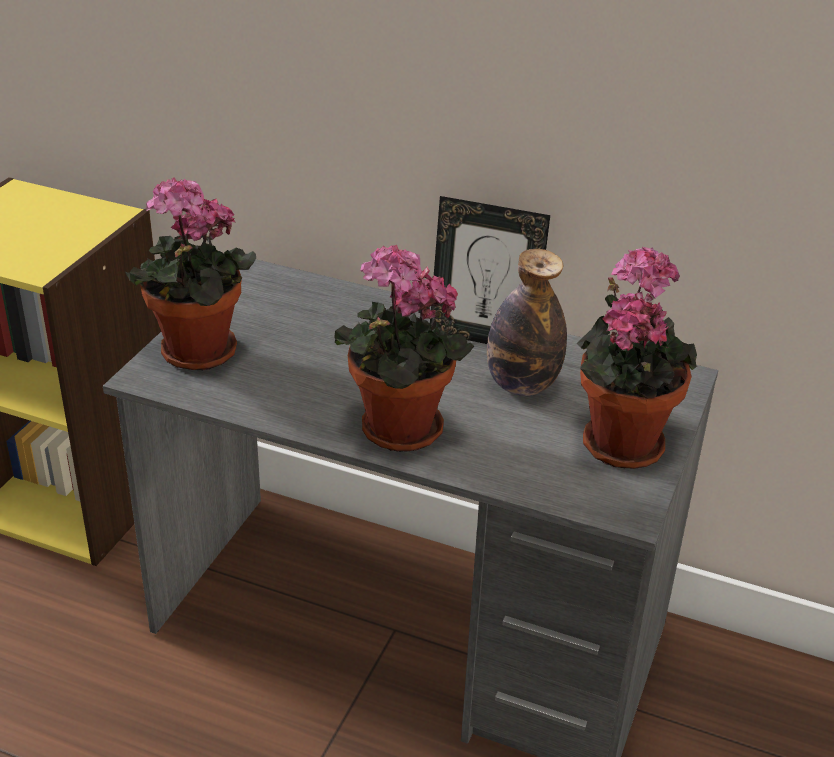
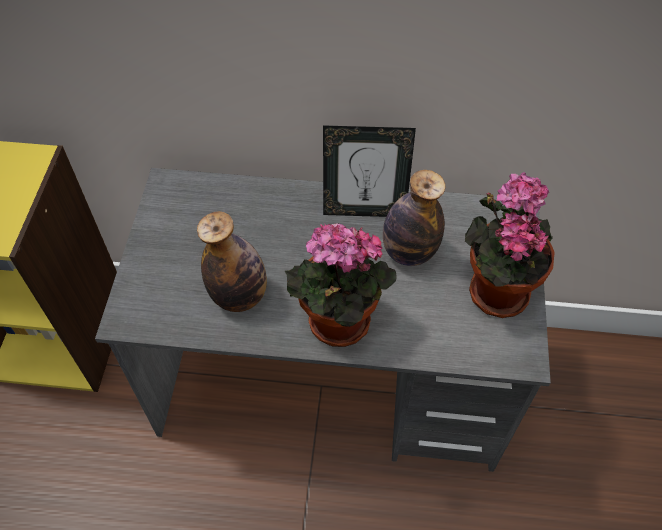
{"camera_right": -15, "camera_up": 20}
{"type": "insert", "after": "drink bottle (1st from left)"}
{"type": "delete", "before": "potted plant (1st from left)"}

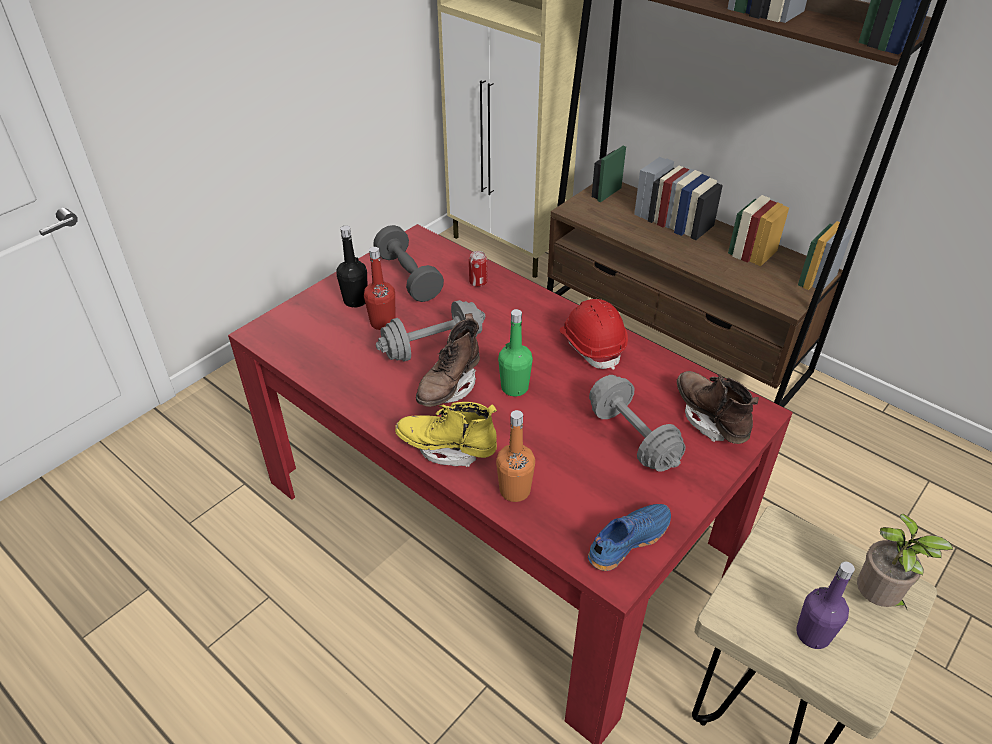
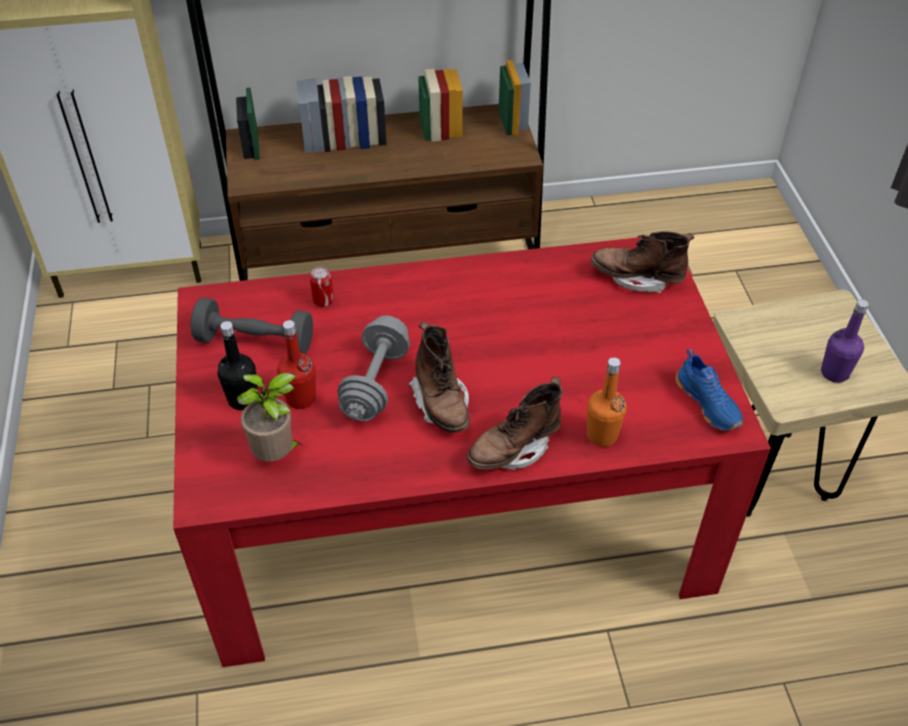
{"camera_right": -50, "camera_up": 5}
{"type": "move", "before": "potted plant"}
{"type": "recolor", "before": "boot/yellowish", "after": "boot/brownish (2nd from left)"}
{"type": "rotate", "before": "item of footwear/bluish", "turn": 150}
{"type": "delete", "before": "drink bottle/greenish"}
{"type": "delete", "before": "hard hat/red-coloured"}
{"type": "delete", "before": "dumbbell/grey (3rd from left)"}

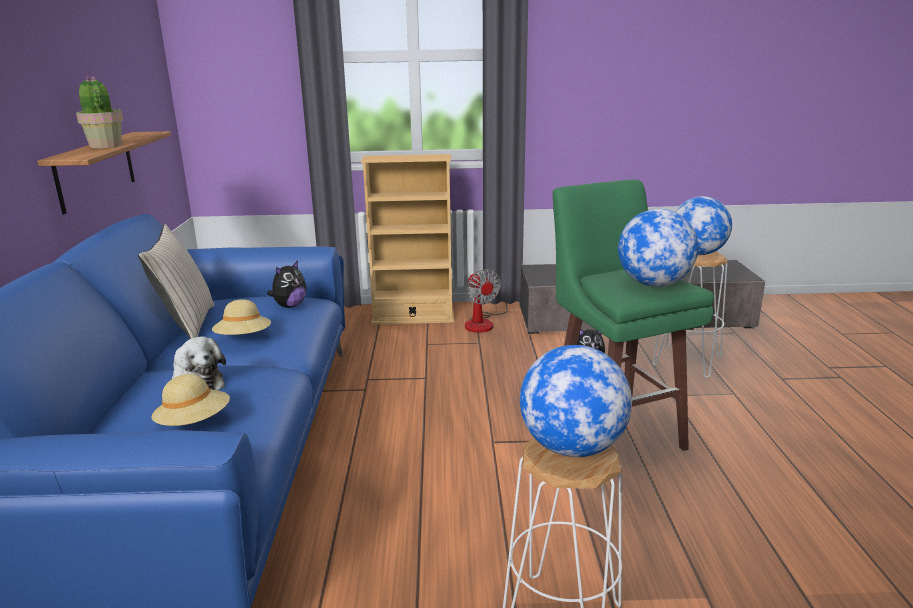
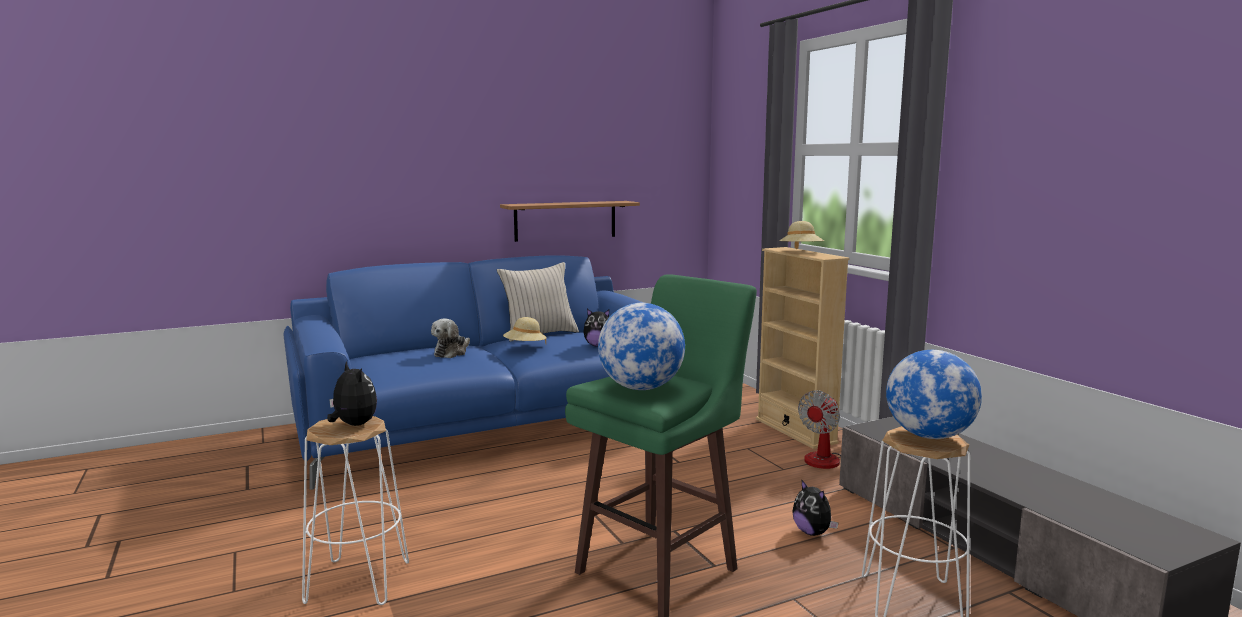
{"camera_right": 65, "camera_up": -10}
{"type": "replace", "before": "world globe (1st from left)", "after": "soft toy (1st from left)"}
{"type": "move", "before": "wearable hat/sand-coloured (1st from left in the first image)", "after": "wearable hat/sand-coloured (2nd from left)"}
{"type": "delete", "before": "potted plant"}

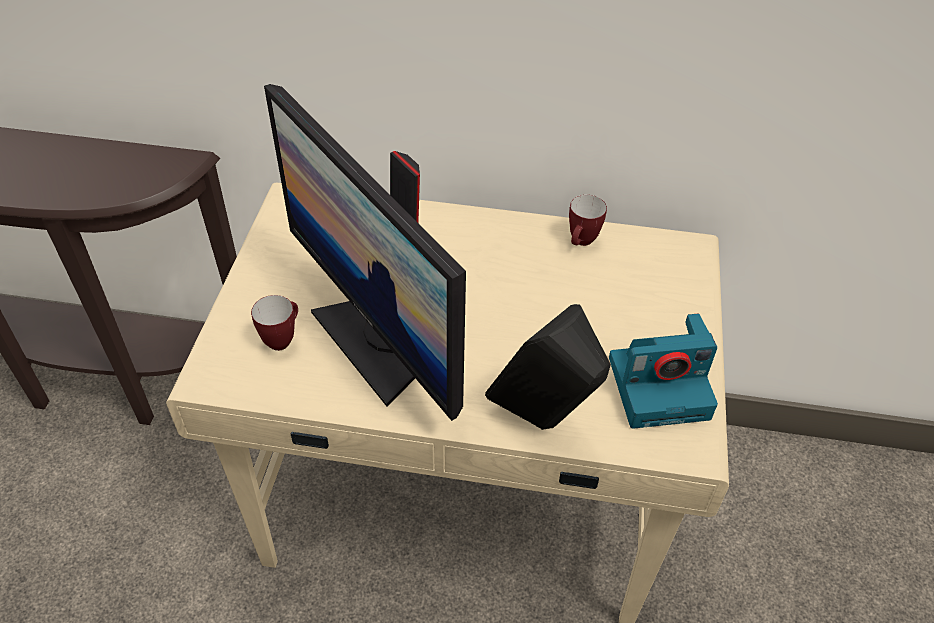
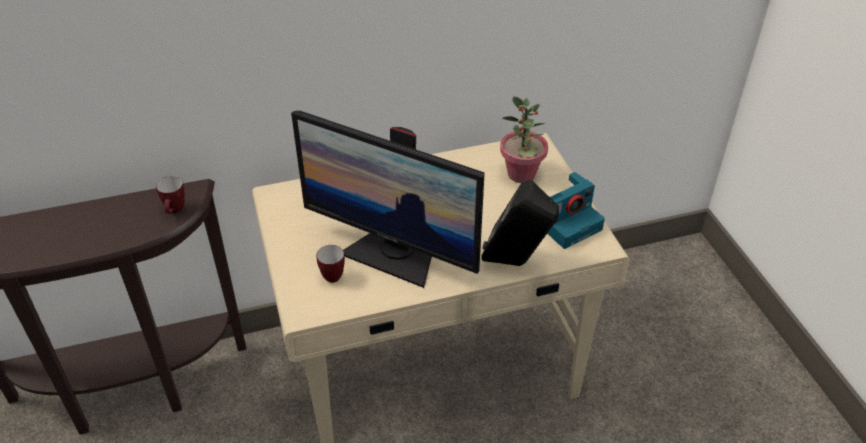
{"camera_right": -25, "camera_up": -5}
{"type": "move", "before": "mug (2nd from left in the first image)", "after": "mug (1st from left)"}
{"type": "insert", "after": "potted plant"}

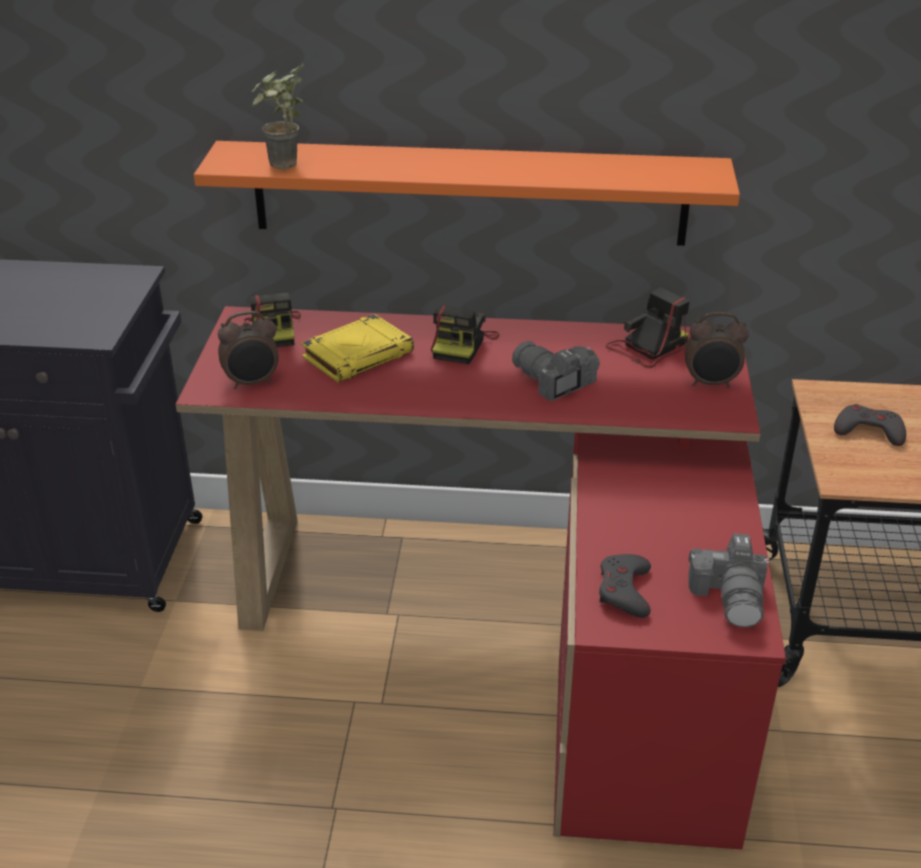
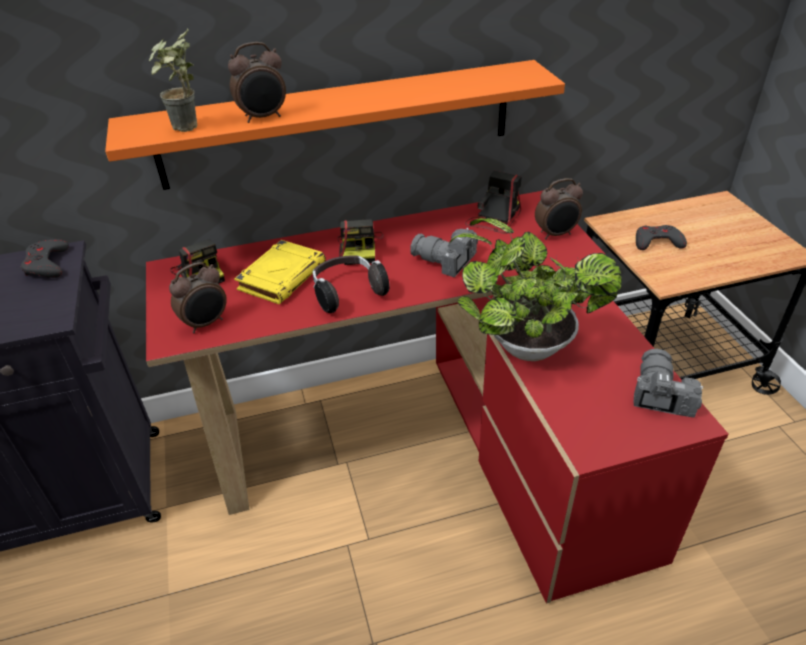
{"camera_right": -20, "camera_up": 5}
{"type": "move", "before": "gamepad/grey (1st from left)"}
{"type": "insert", "after": "bedside clock (2nd from left)"}
{"type": "insert", "after": "headset"}
{"type": "insert", "after": "potted plant (2nd from left)"}
{"type": "rotate", "before": "still camera (5th from left)", "turn": -150}

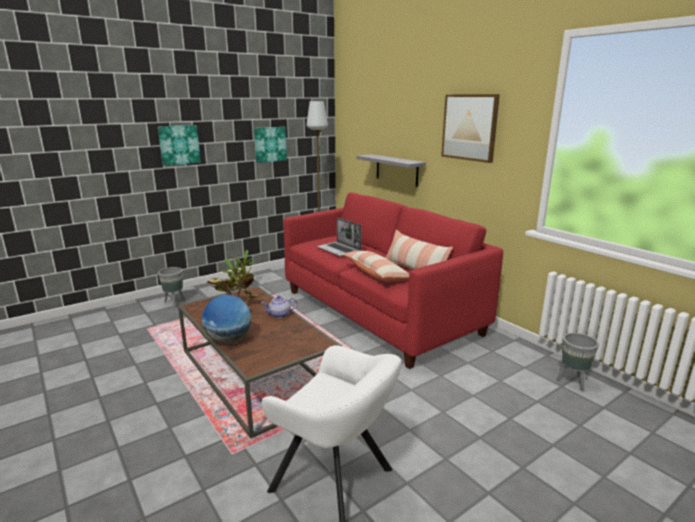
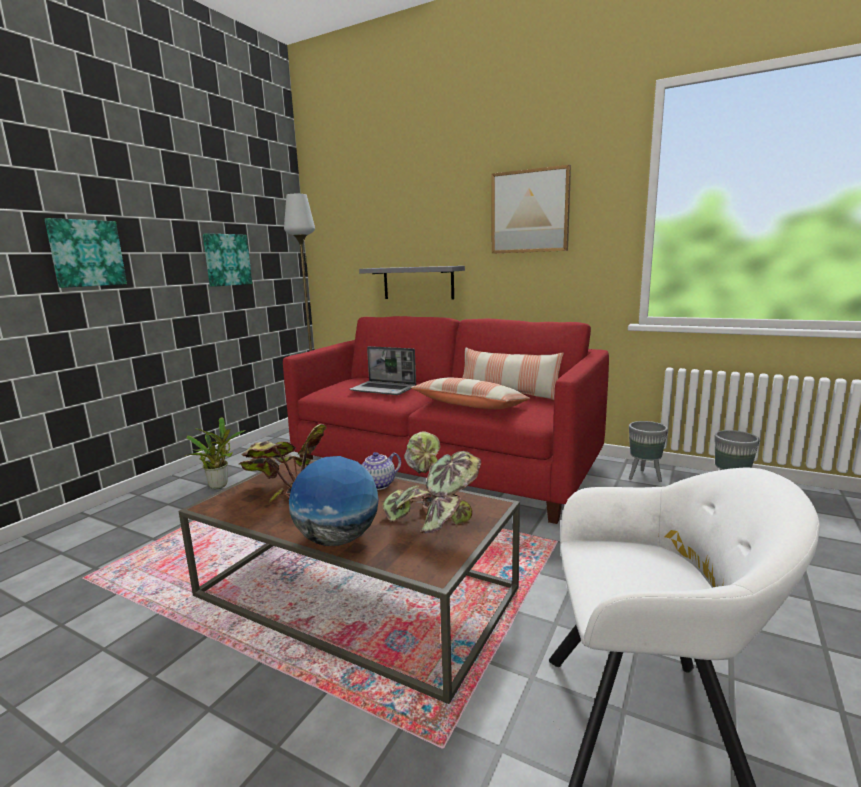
{"camera_right": -25, "camera_up": -5}
{"type": "insert", "after": "potted plant (3rd from left)"}
{"type": "move", "before": "plant pot/grey (1st from left)"}

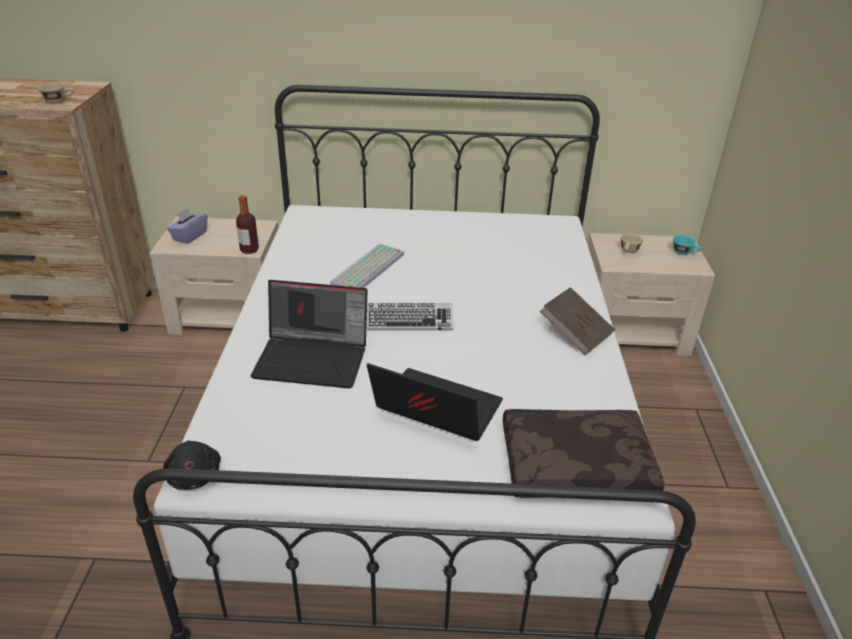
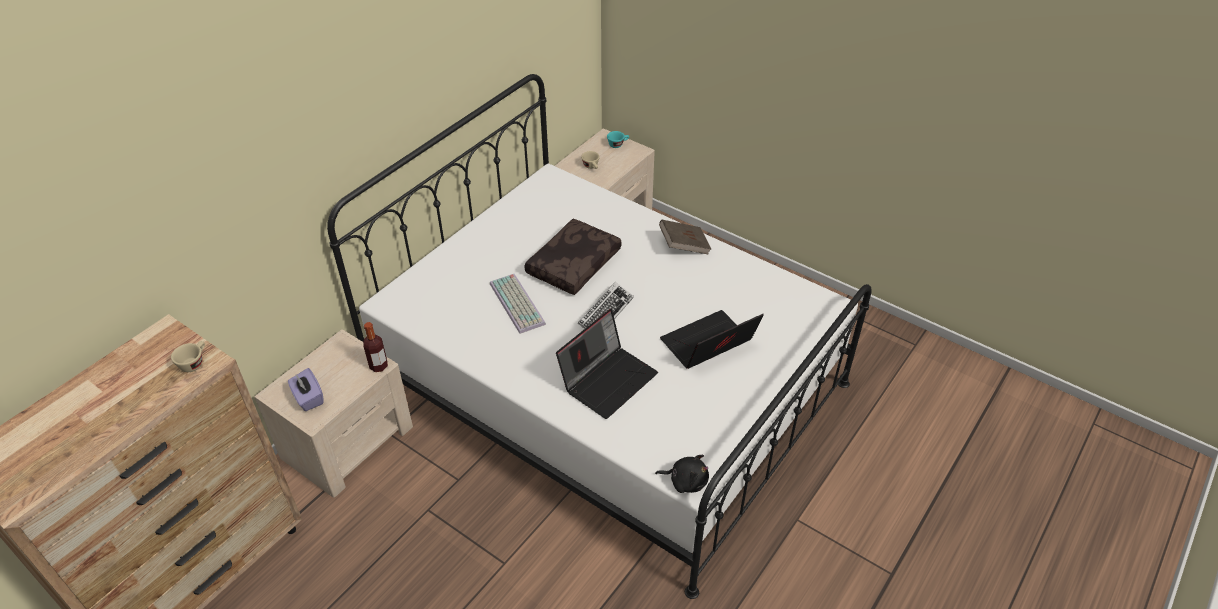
{"camera_right": -55, "camera_up": 10}
{"type": "move", "before": "pillow/brownish"}

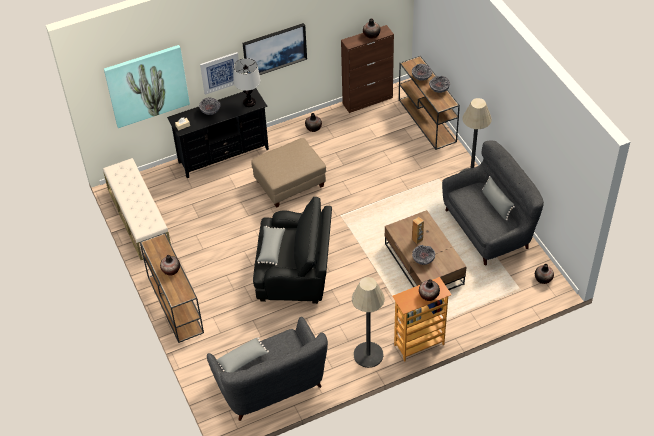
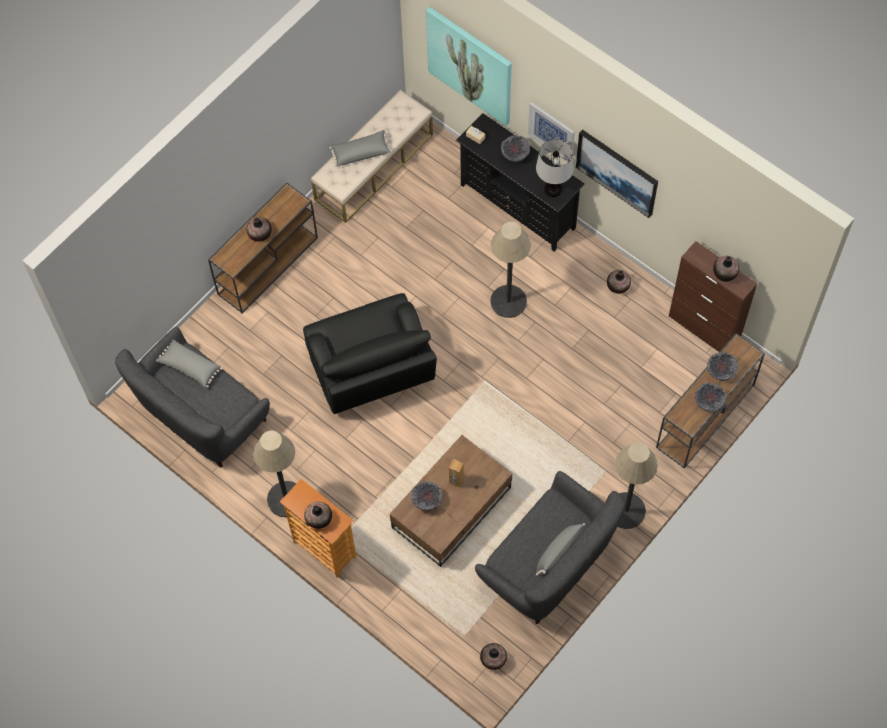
{"camera_right": 65, "camera_up": 15}
{"type": "move", "before": "pillow/grey (2nd from left)"}
{"type": "replace", "before": "pouffe/sand-coloured", "after": "floor lamp (2nd from left)"}

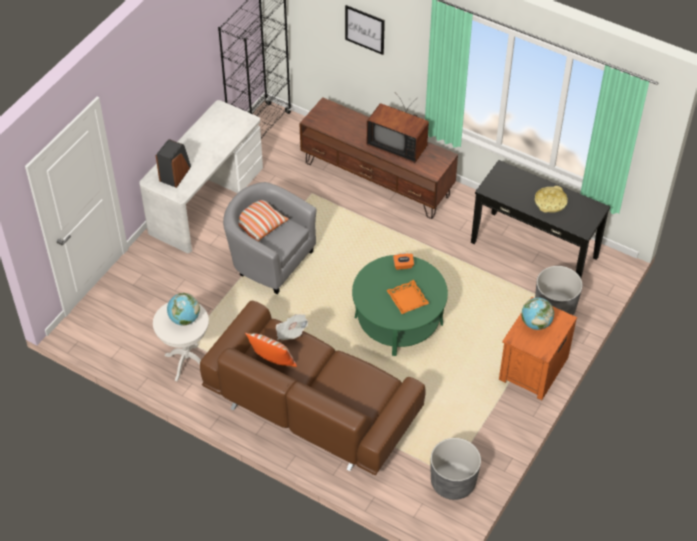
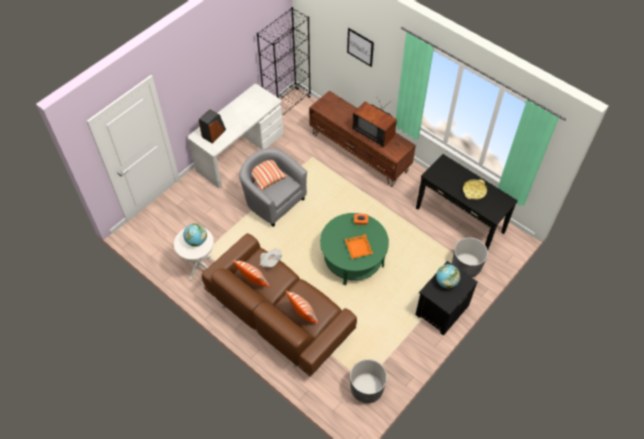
{"camera_right": 10, "camera_up": 5}
{"type": "insert", "after": "pillow (3rd from left)"}
{"type": "recolor", "before": "bedside table/orange", "after": "bedside table/black-coloured"}

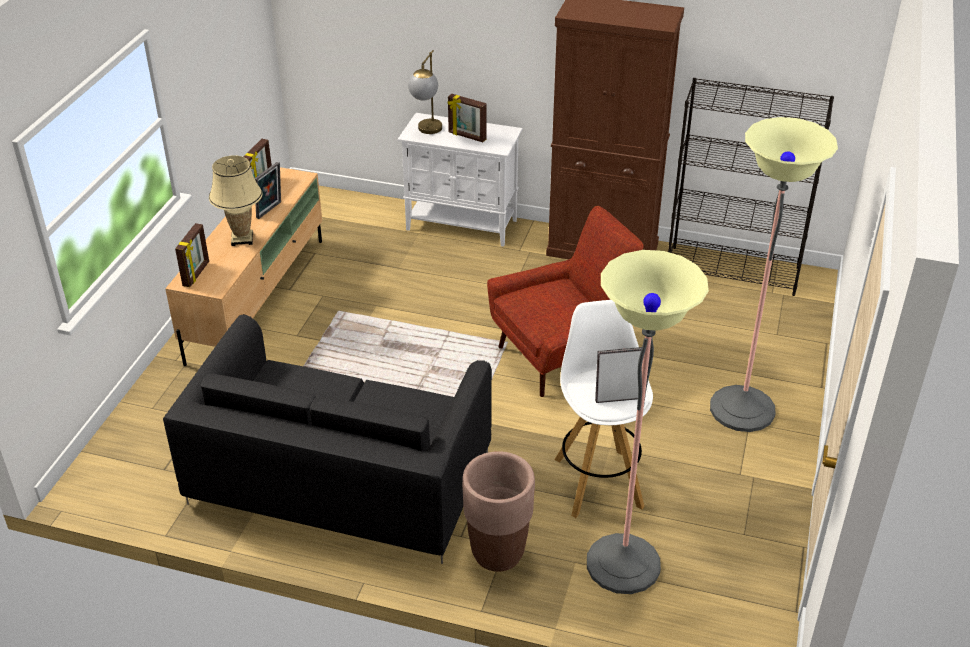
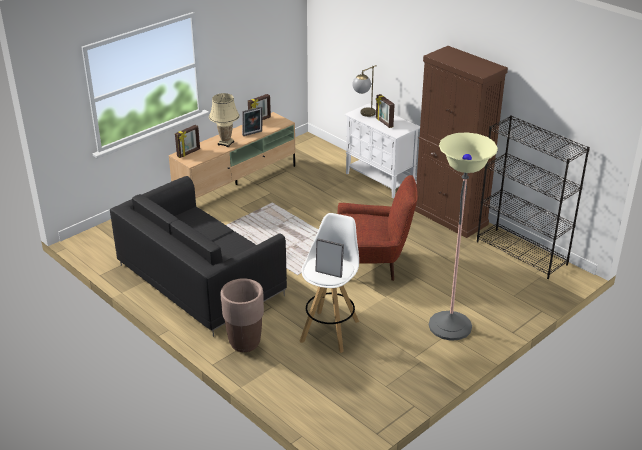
{"camera_right": 30, "camera_up": -5}
{"type": "delete", "before": "floor lamp (1st from left)"}

